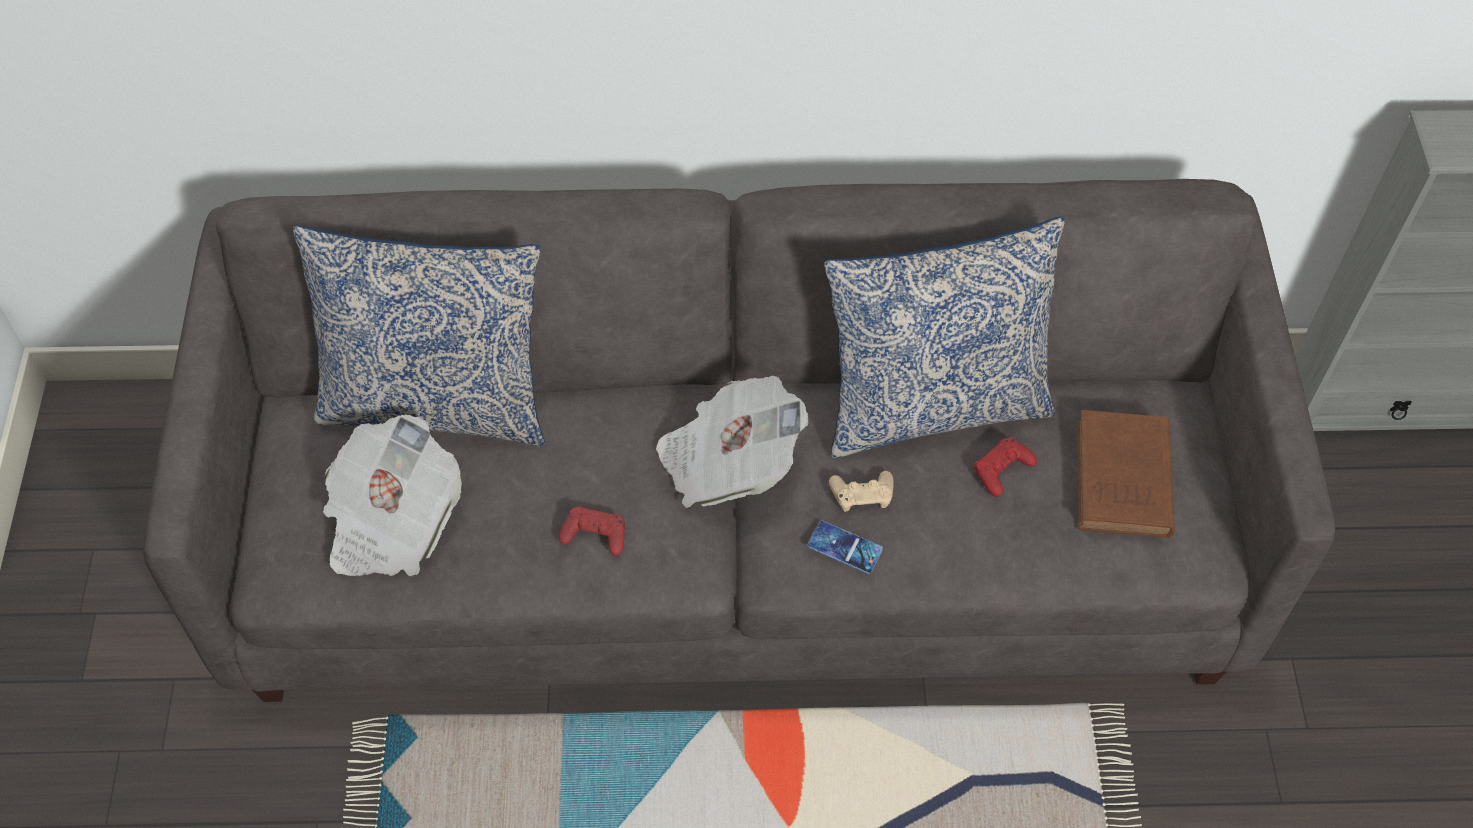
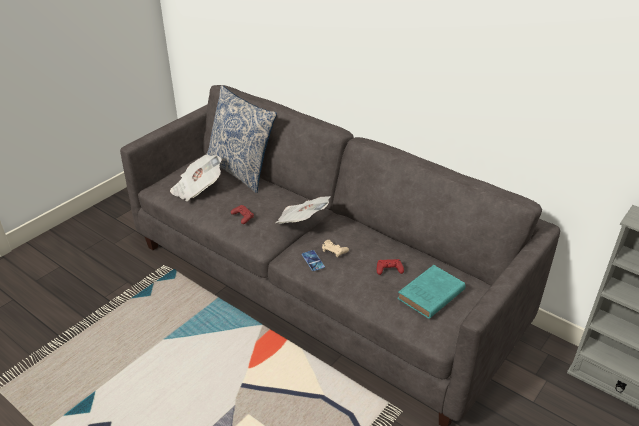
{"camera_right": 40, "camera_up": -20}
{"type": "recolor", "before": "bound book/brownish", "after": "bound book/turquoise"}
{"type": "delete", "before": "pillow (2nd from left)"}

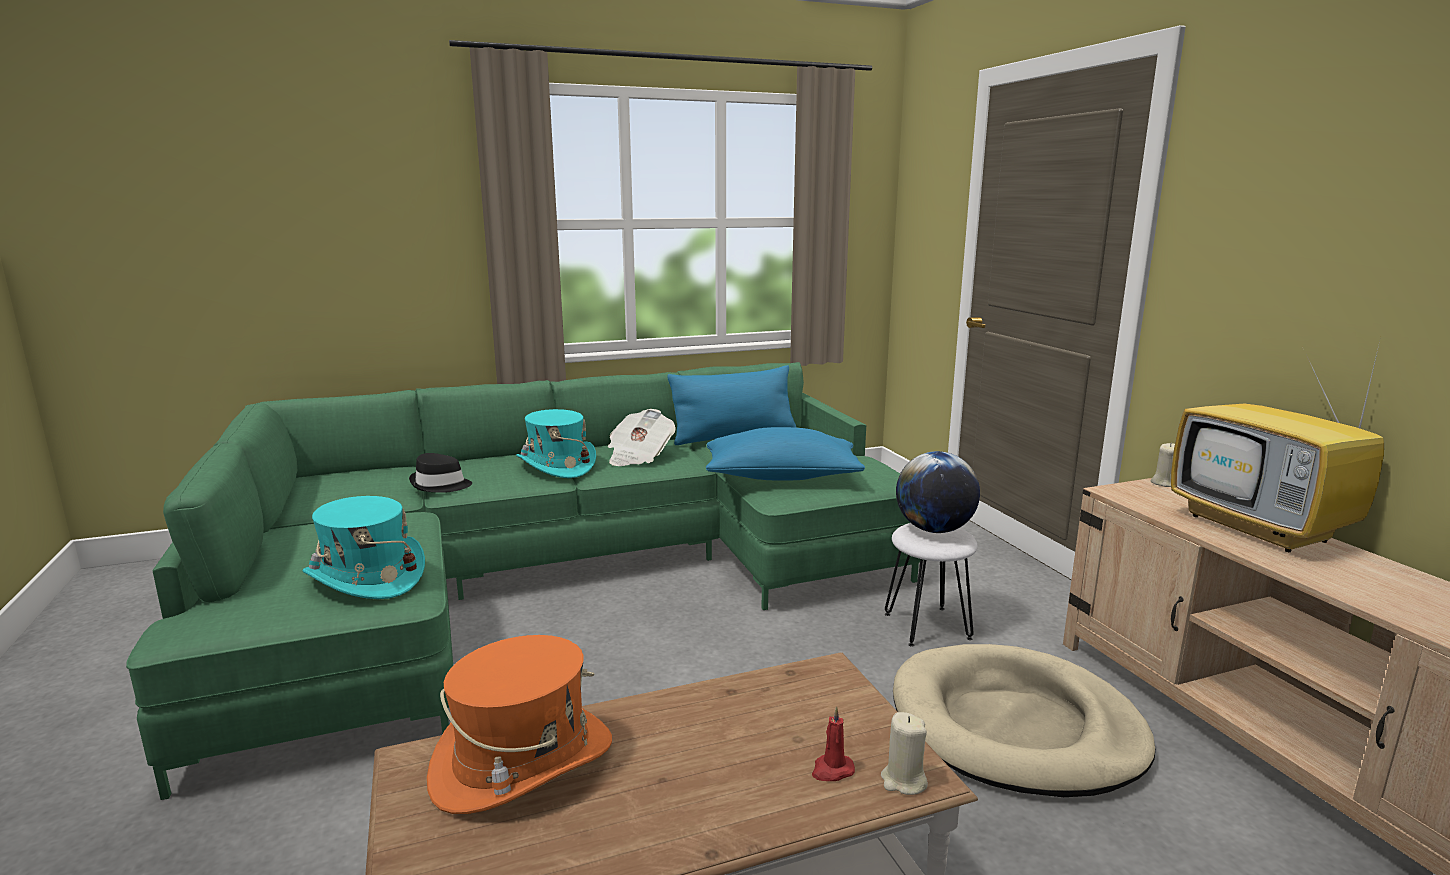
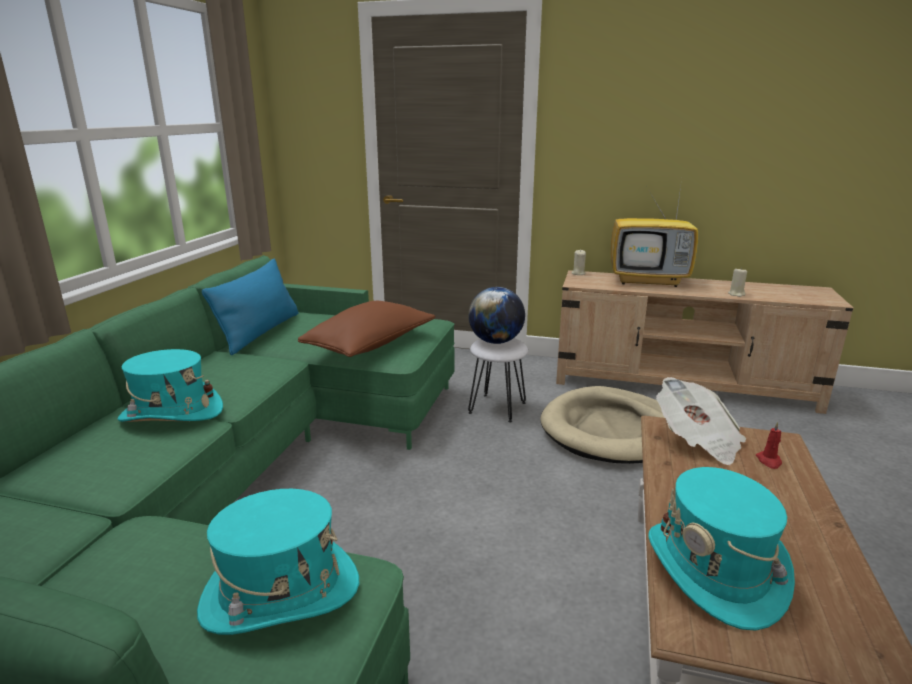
{"camera_right": -55, "camera_up": 5}
{"type": "recolor", "before": "pillow/bluish (2nd from left)", "after": "pillow/brownish"}
{"type": "recolor", "before": "wearable hat/orange", "after": "wearable hat/turquoise (3rd from left)"}
{"type": "move", "before": "printed paper"}
{"type": "move", "before": "candle/sand-coloured (1st from left in the first image)", "after": "candle/sand-coloured (2nd from left)"}
{"type": "delete", "before": "wearable hat/black-coloured"}

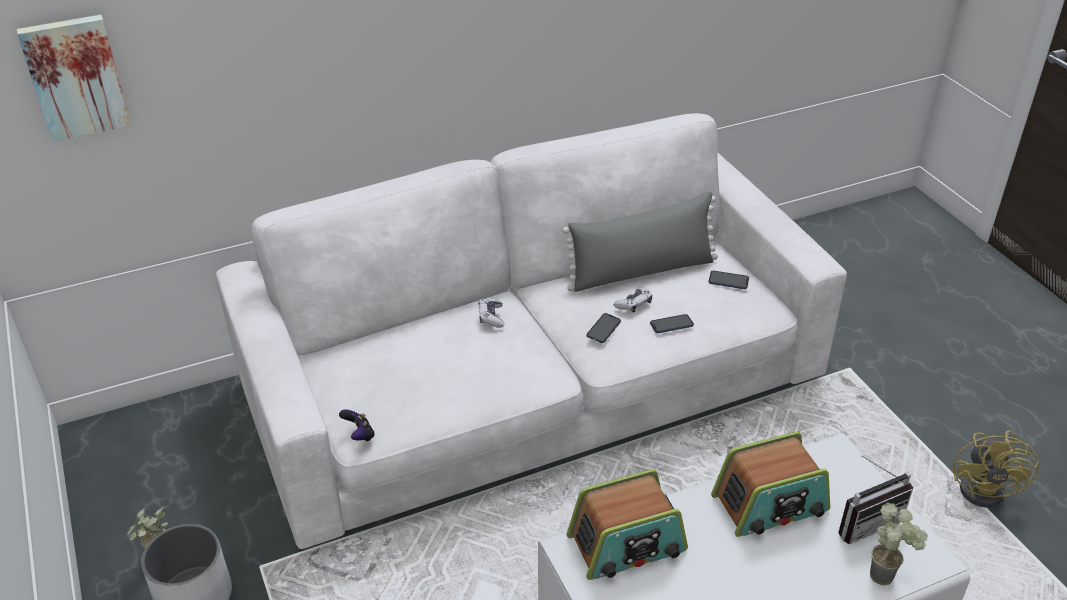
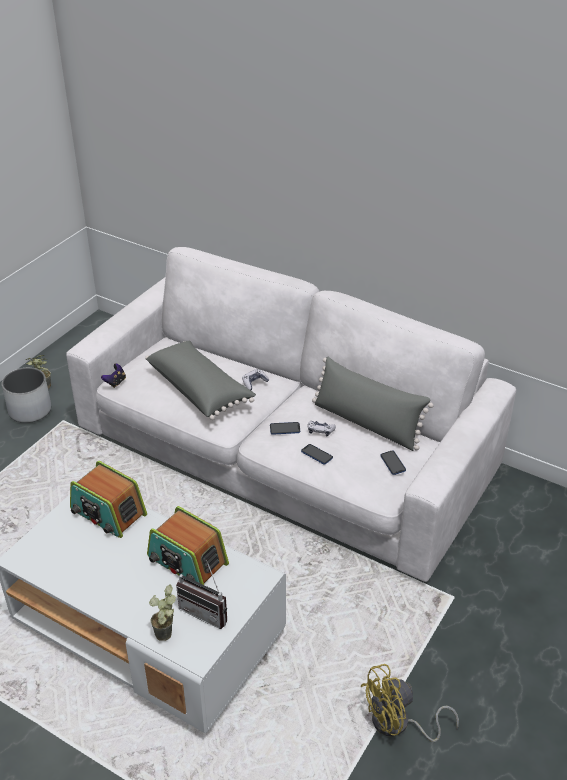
{"camera_right": 55, "camera_up": 0}
{"type": "insert", "after": "pillow/grey (1st from left)"}
{"type": "delete", "before": "wall picture"}

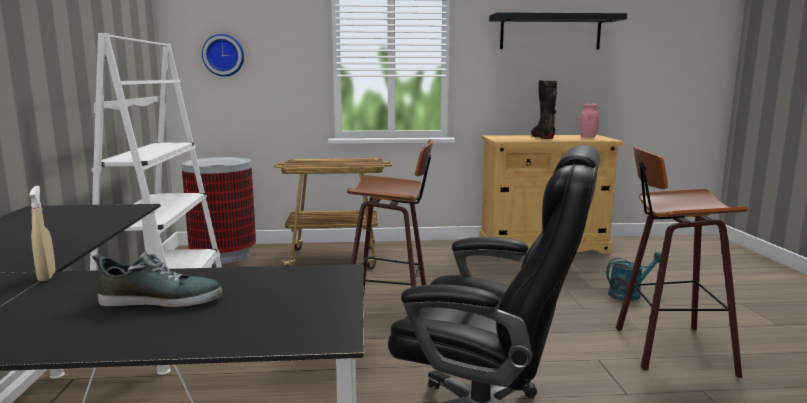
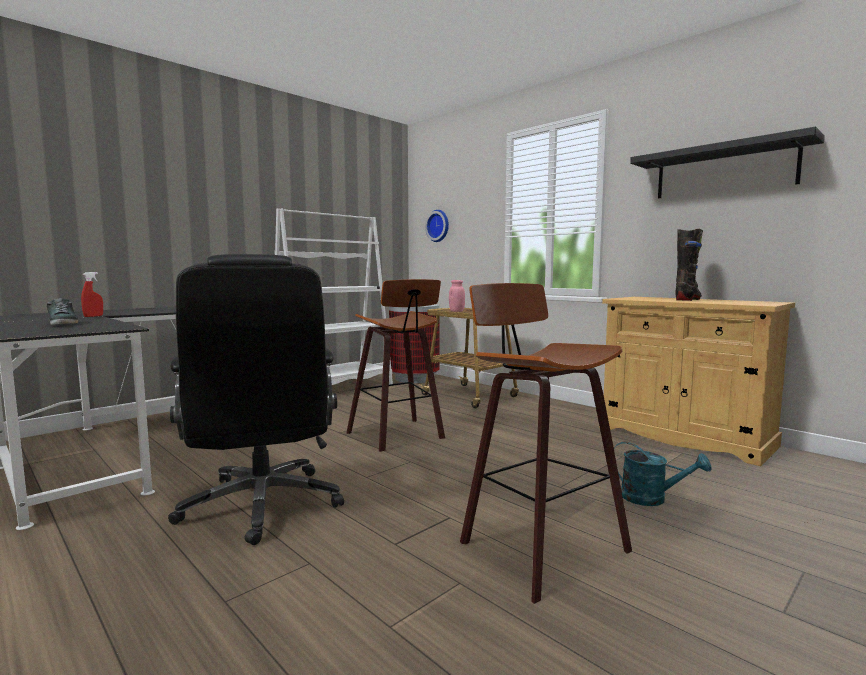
{"camera_right": 50, "camera_up": -5}
{"type": "recolor", "before": "sprayer/sand-coloured", "after": "sprayer/red-coloured"}
{"type": "move", "before": "storage jar/pink-coloured"}

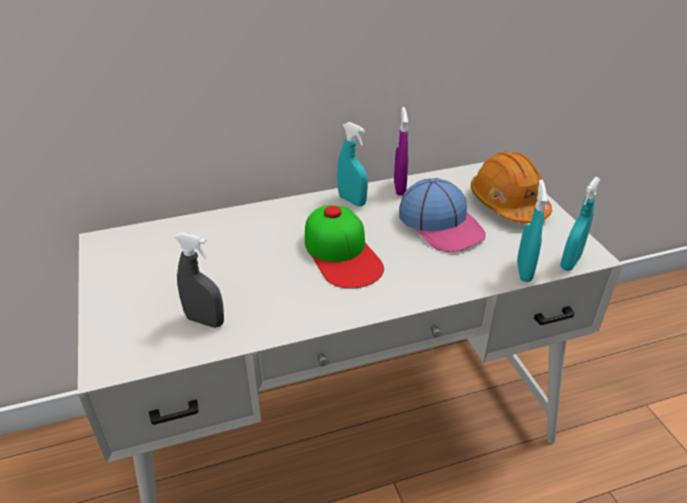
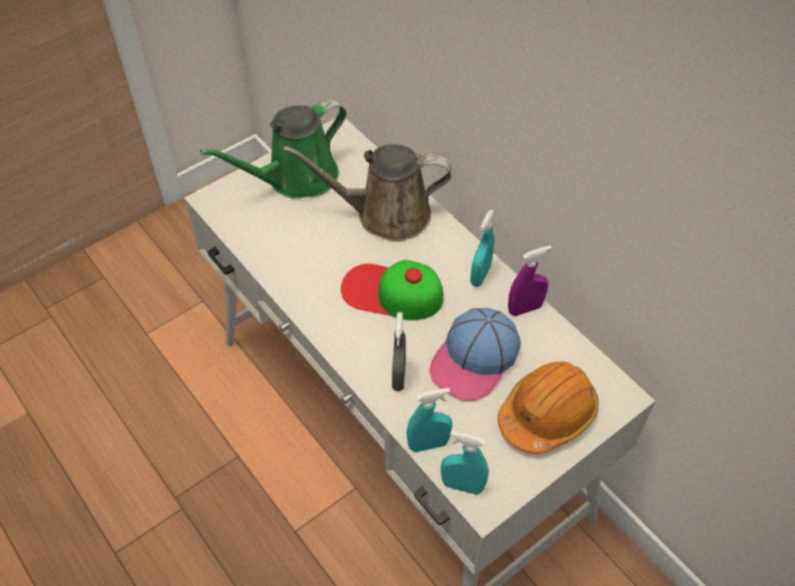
{"camera_right": 70, "camera_up": 15}
{"type": "insert", "after": "watering pot/greenish"}
{"type": "insert", "after": "watering pot/brownish"}
{"type": "rotate", "before": "cap (1st from left)", "turn": 60}
{"type": "move", "before": "sprayer/grey"}

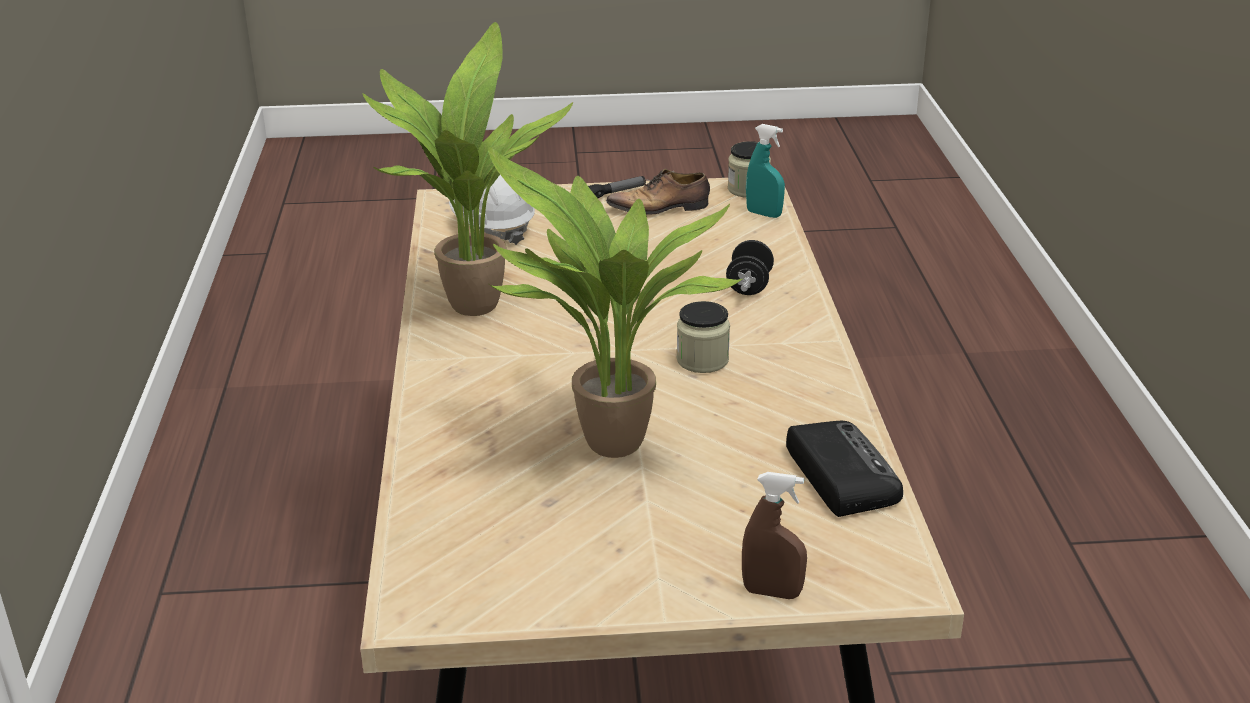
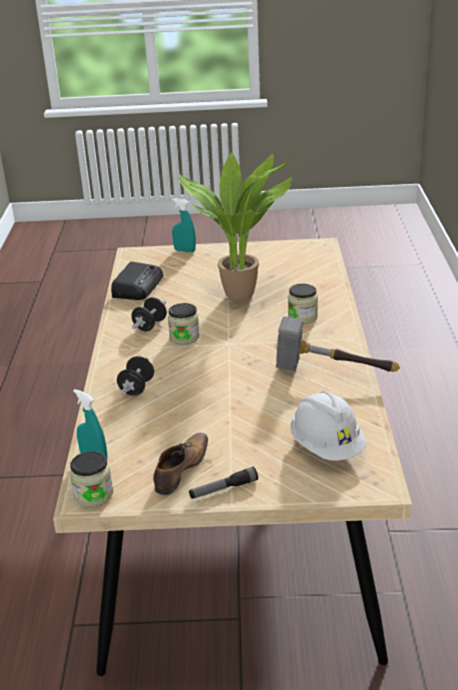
{"camera_right": -175, "camera_up": 0}
{"type": "rotate", "before": "radio", "turn": -150}
{"type": "insert", "after": "dumbbell/black-coloured (2nd from left)"}
{"type": "rotate", "before": "item of footwear", "turn": -60}
{"type": "recolor", "before": "sprayer/brownish", "after": "sprayer/turquoise (2nd from left)"}
{"type": "replace", "before": "potted plant (1st from left)", "after": "hand hammer"}
{"type": "insert", "after": "storage jar (3rd from left)"}

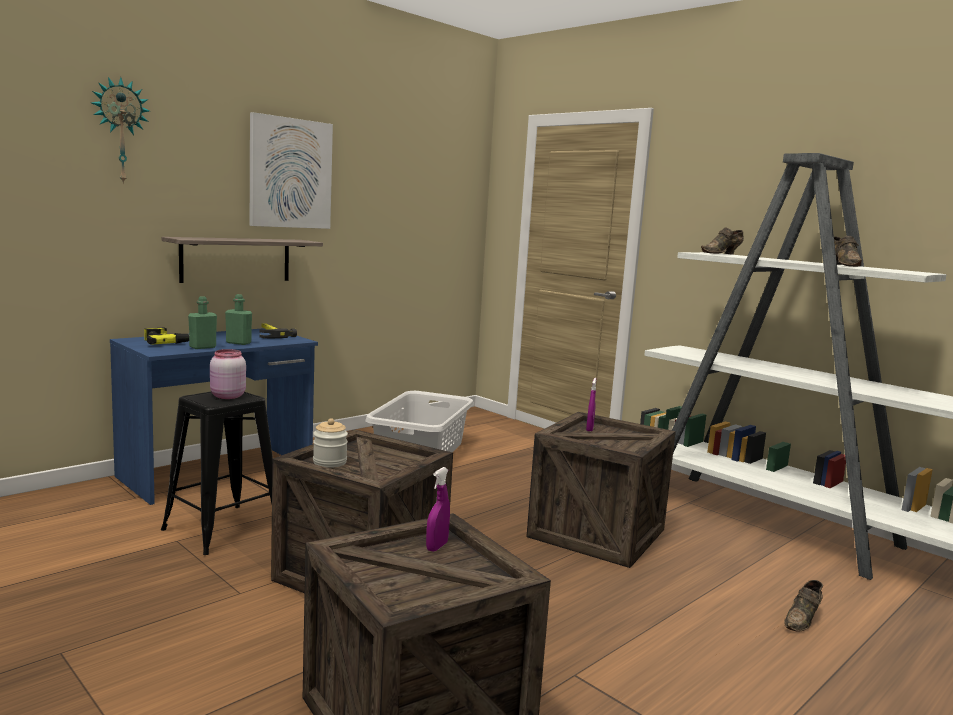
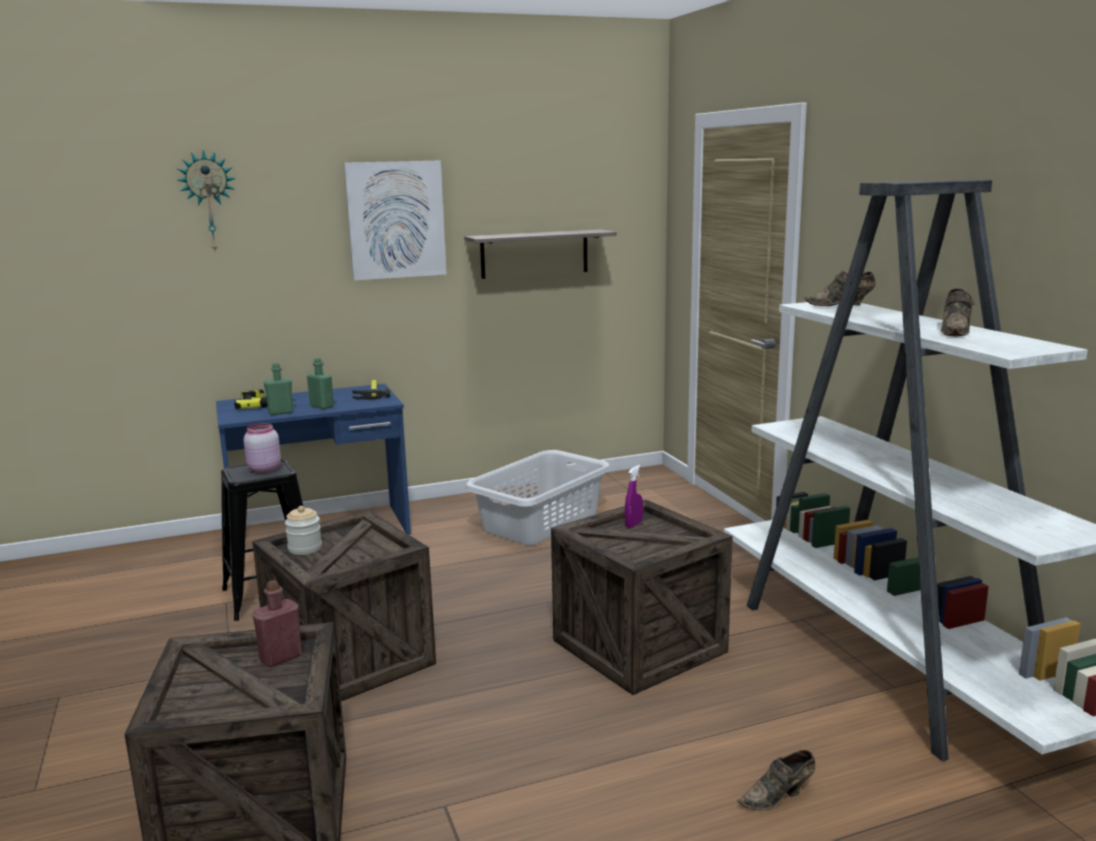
{"camera_right": 25, "camera_up": 5}
{"type": "replace", "before": "sprayer/purple-coloured (1st from left)", "after": "drink bottle/red-coloured"}
{"type": "move", "before": "bracket shelf"}

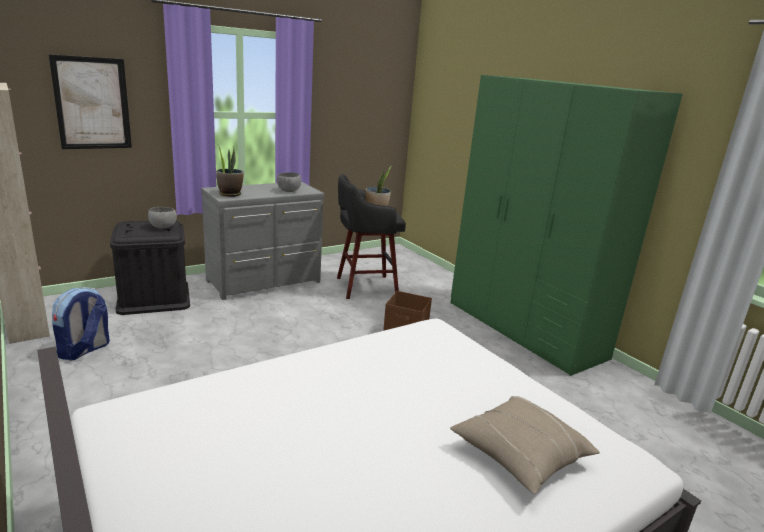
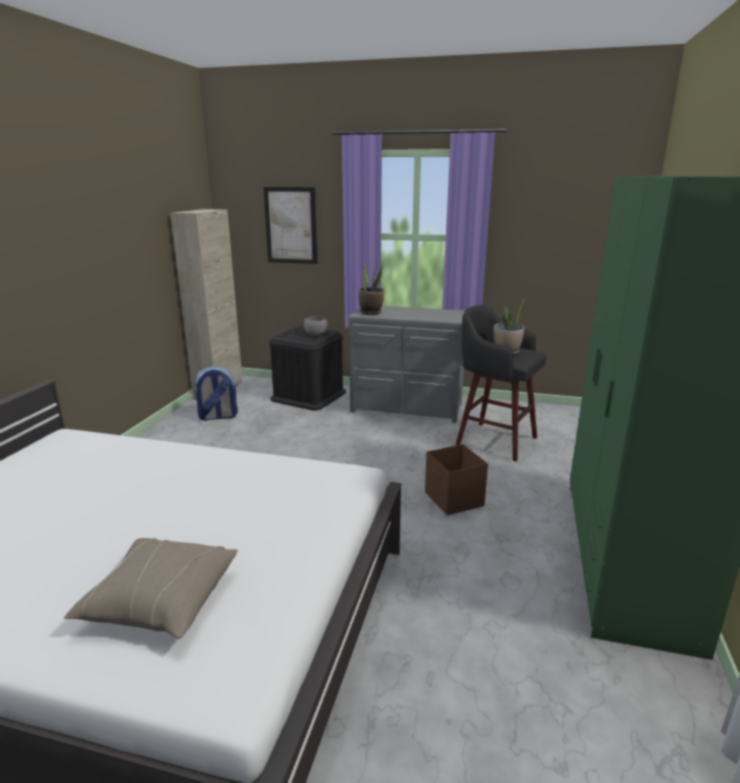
{"camera_right": 50, "camera_up": 0}
{"type": "delete", "before": "bowl/grey (2nd from left)"}

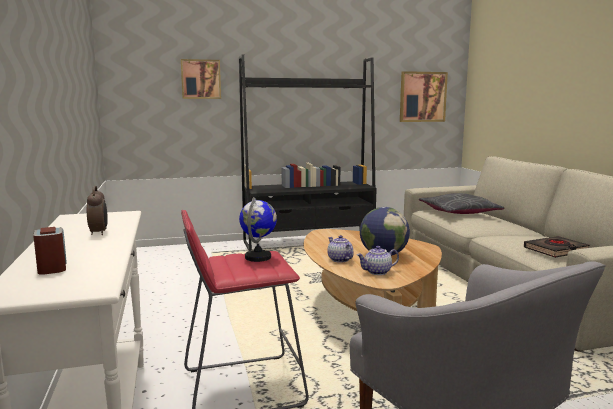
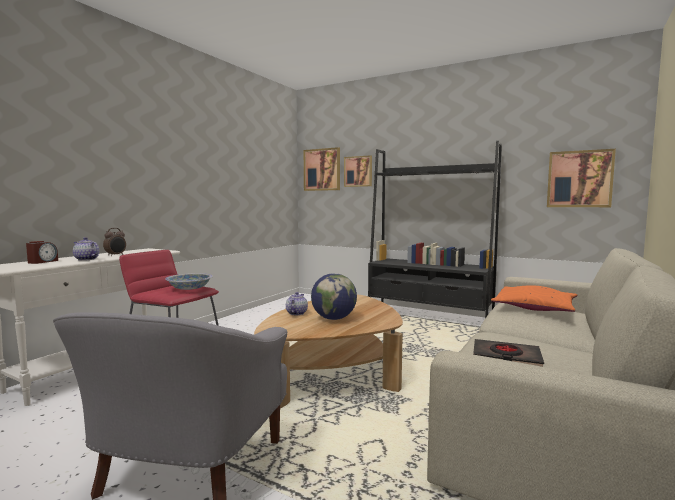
{"camera_right": 45, "camera_up": -5}
{"type": "move", "before": "tea pot (2nd from left in the first image)", "after": "tea pot (1st from left)"}
{"type": "replace", "before": "world globe (1st from left)", "after": "bowl"}
{"type": "insert", "after": "wall picture (1st from left)"}
{"type": "recolor", "before": "pillow/grey", "after": "pillow/orange"}

